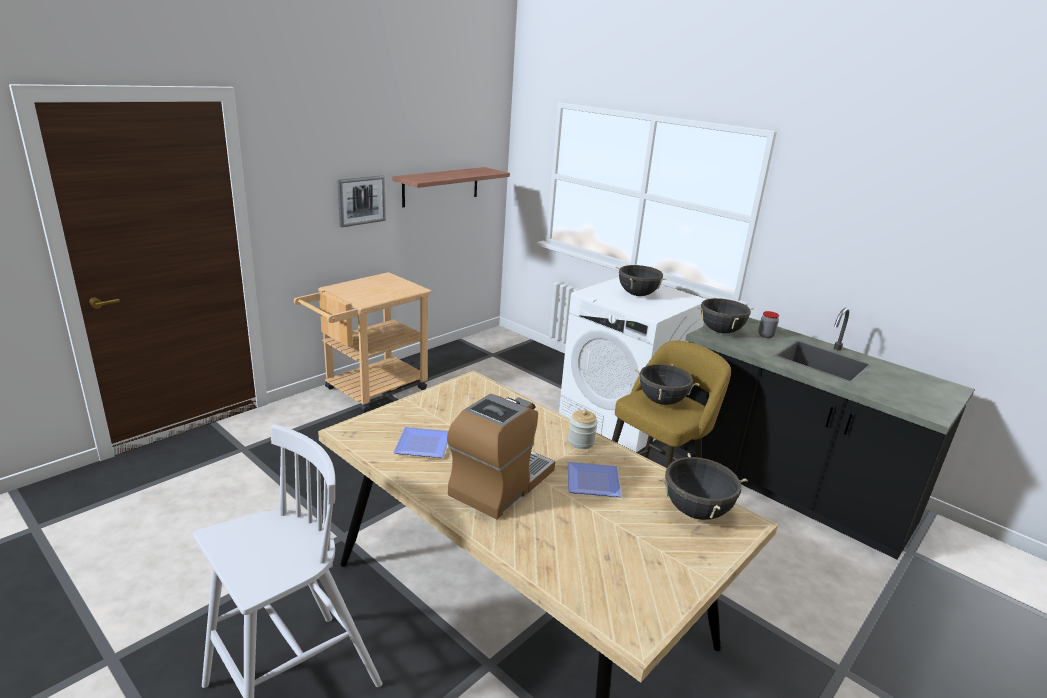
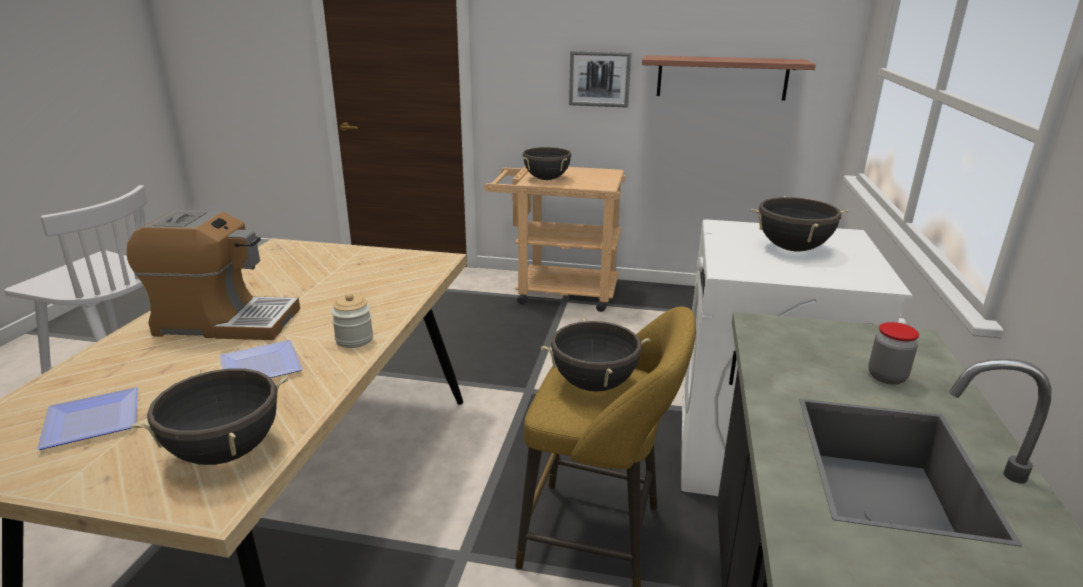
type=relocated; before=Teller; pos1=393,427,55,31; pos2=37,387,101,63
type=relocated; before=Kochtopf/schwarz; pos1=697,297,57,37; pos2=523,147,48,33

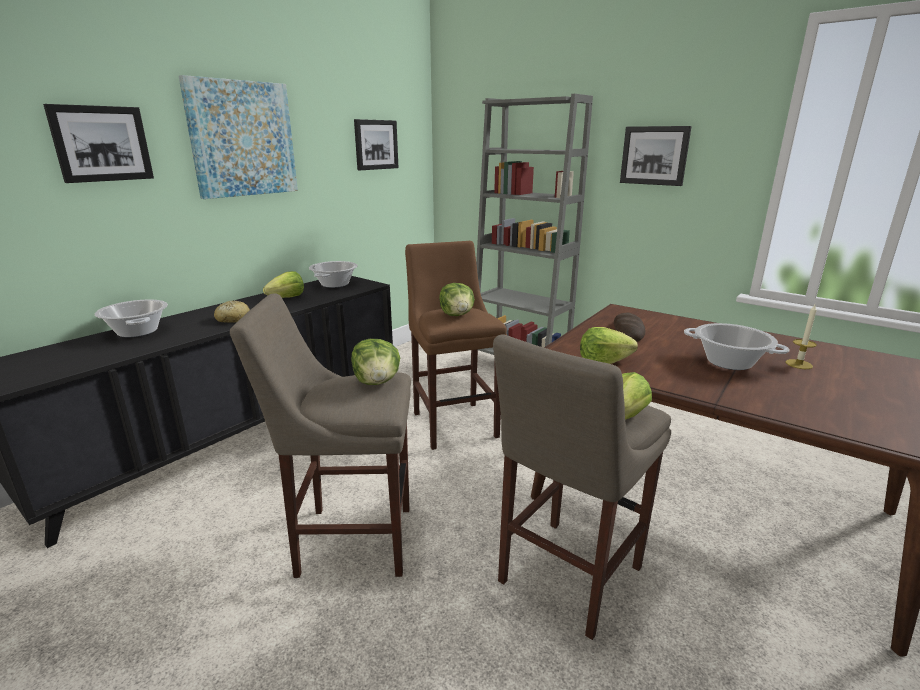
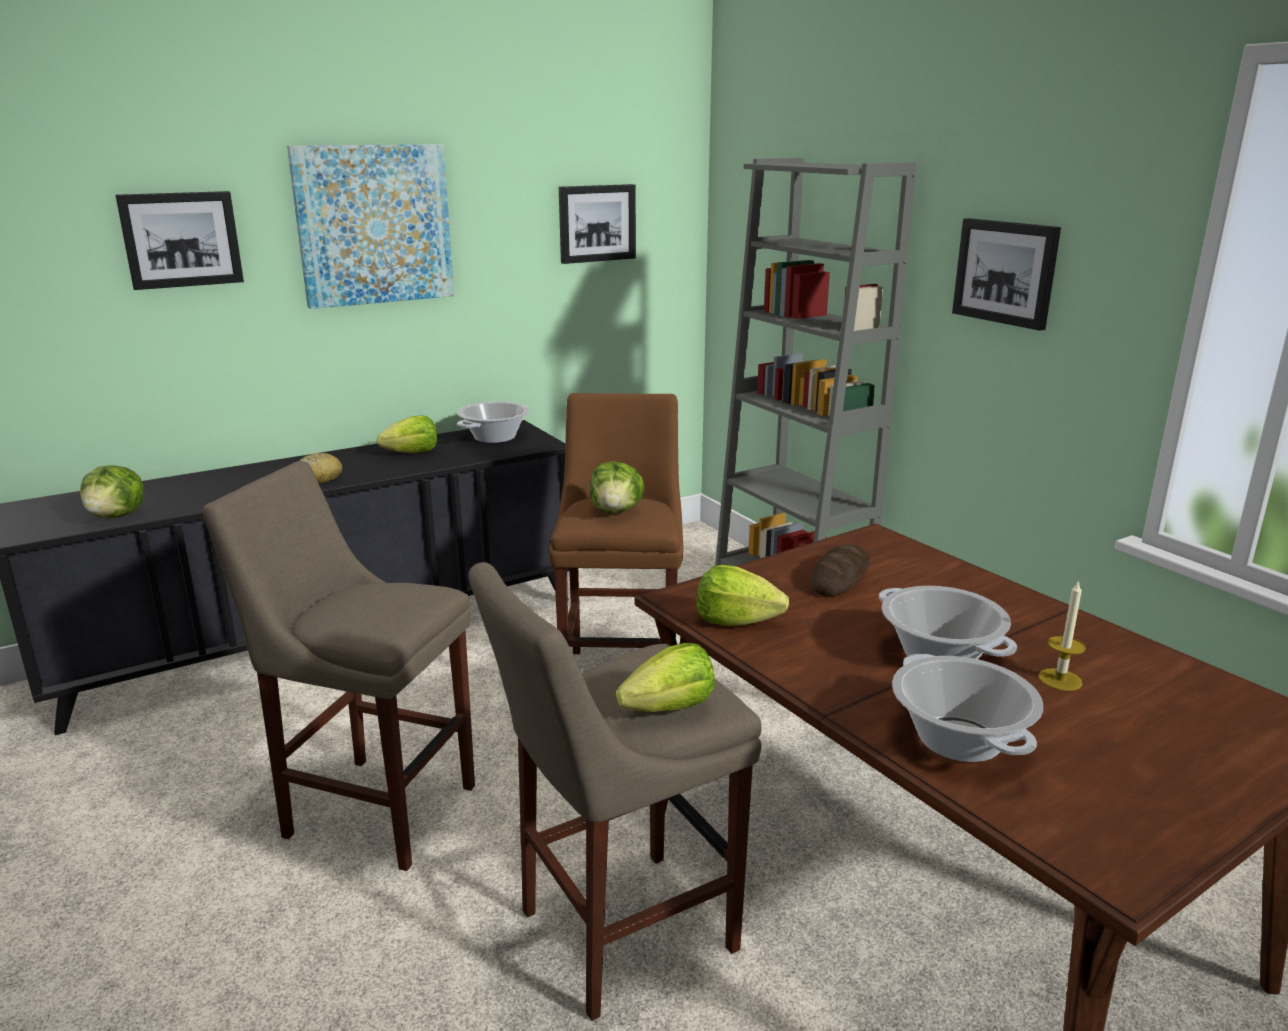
type=relocated; before=Kochtopf; pos1=95,300,73,37; pos2=892,654,151,108
type=relocated; before=Salatkopf; pos1=351,339,49,46; pos2=80,465,63,53

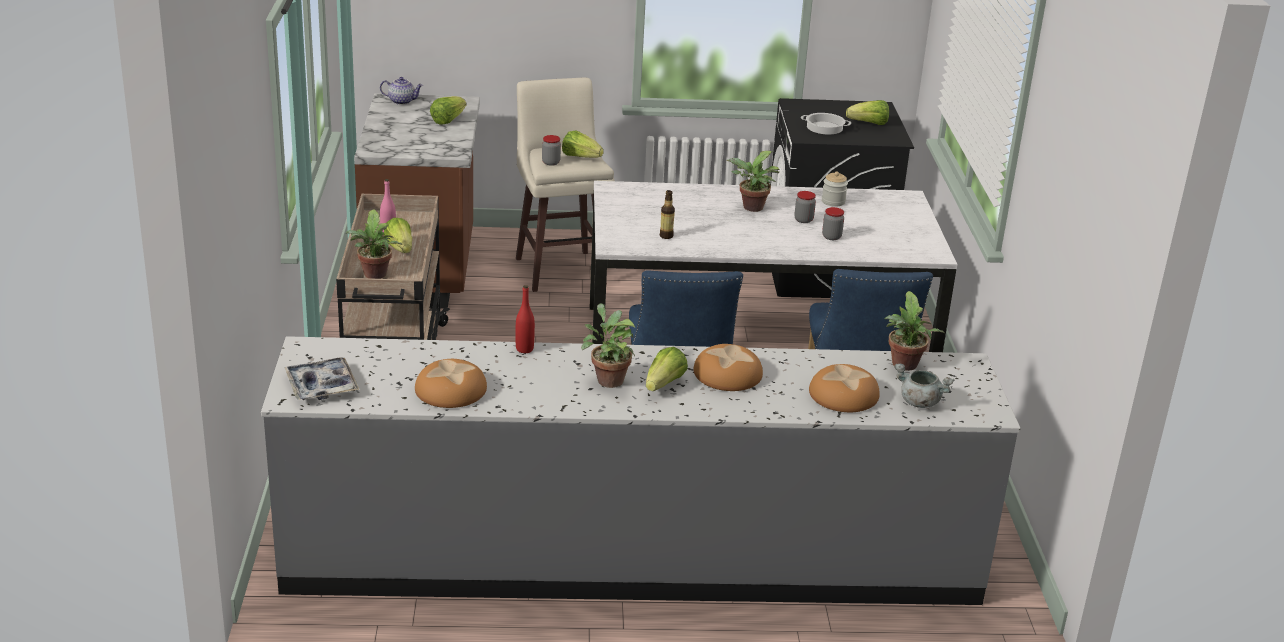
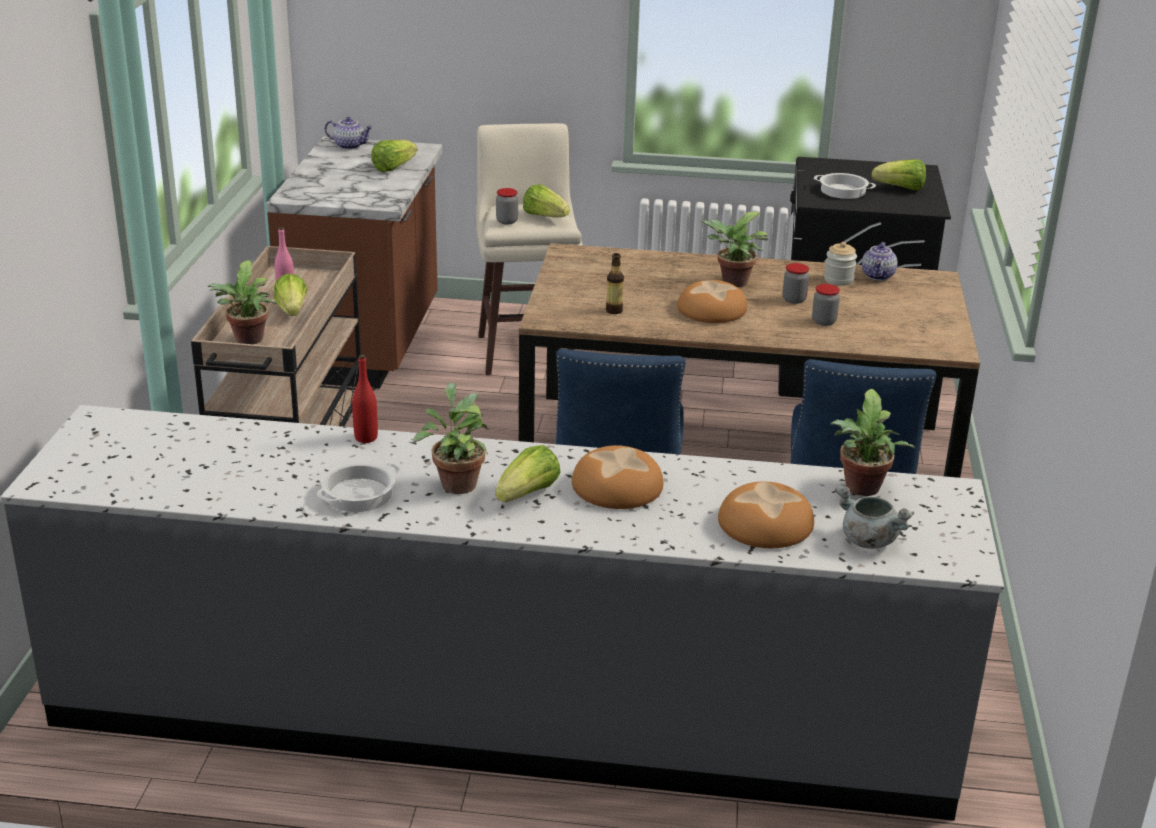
type=missing; before=Tablett; pos1=284,357,76,43
type=relocated; before=Brot; pos1=415,359,72,49; pos2=677,280,70,43
type=colour; before=Esstisch/weiß; after=Esstisch/braun; pos1=590,181,368,171; pos2=519,243,461,235
type=appeared; after=Kochtopf; pos2=317,463,83,49
type=appeared; after=Teekanne; pos2=862,242,36,39

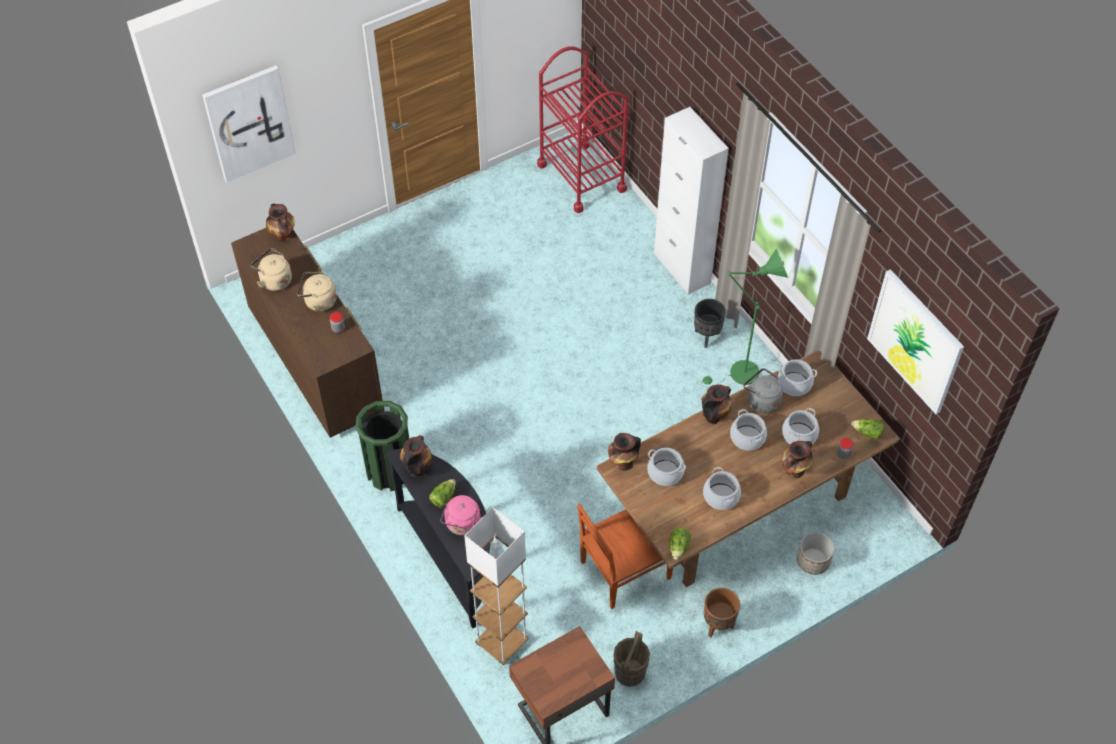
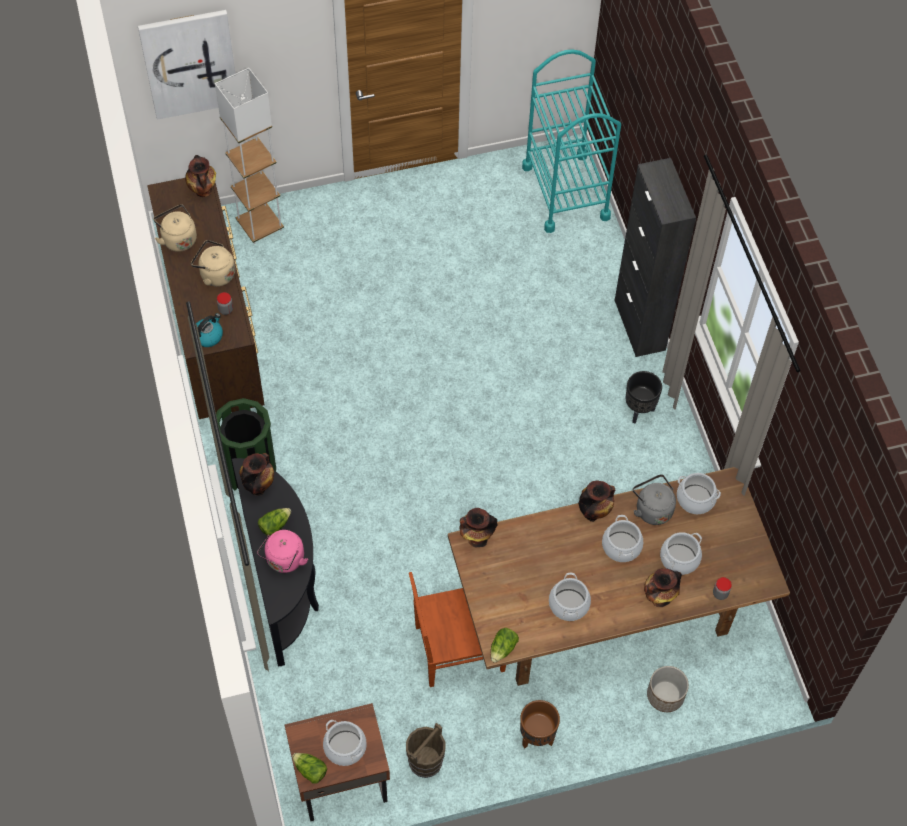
type=relocated; before=Stehlampe/weiß; pos1=464,508,65,157; pos2=215,68,69,176
type=colour; before=Rollwagen/rot; after=Rollwagen/türkis; pos1=537,46,91,167; pos2=522,49,99,184
type=relocated; before=Kochtopf; pos1=648,448,38,38; pos2=323,720,44,46
type=colour; before=Schrank/weiß; after=Schrank/schwarz; pos1=654,107,75,187; pos2=615,158,81,199
type=missing; before=Stehlampe/grün; pos1=701,249,87,138
type=relocated; before=Salatkopf; pos1=852,419,32,21; pos2=292,753,35,30
type=missing; before=Bild; pos1=867,269,97,145
type=appeared; after=Wasserkessel; pos2=196,313,27,34

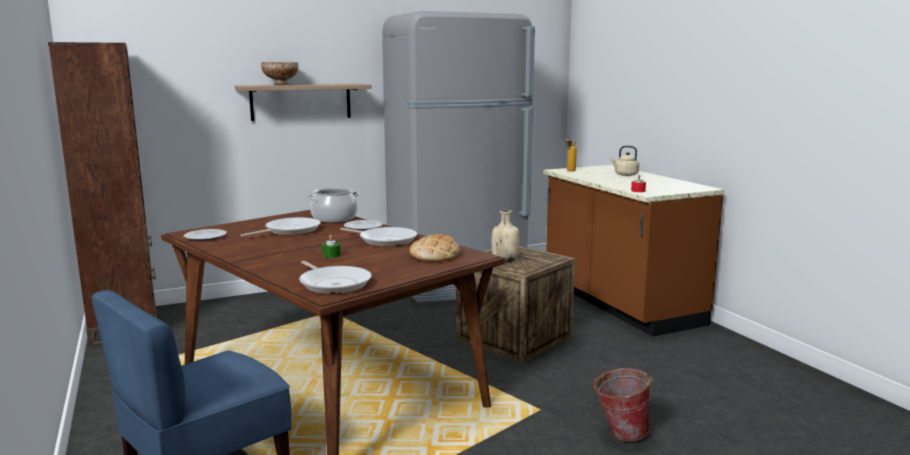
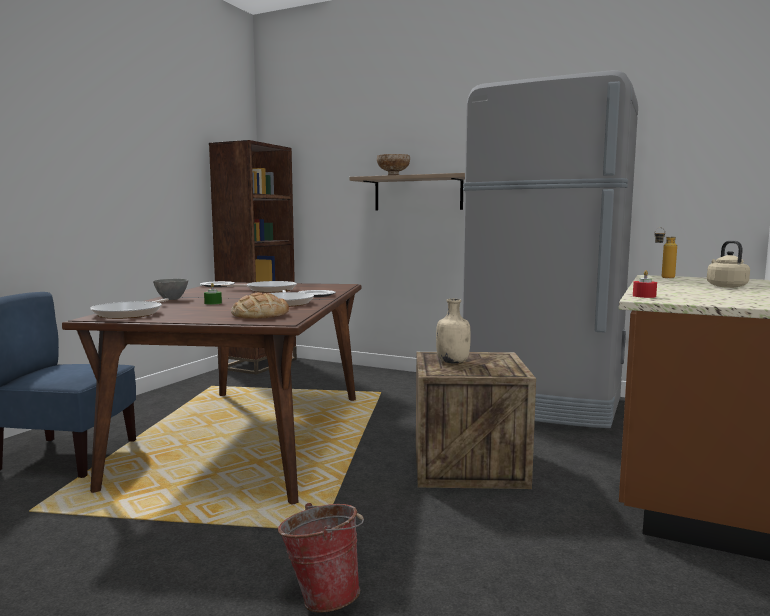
type=missing; before=Kochtopf; pos1=307,187,53,36
type=appeared; after=Schüssel/grau; pos2=153,279,35,21

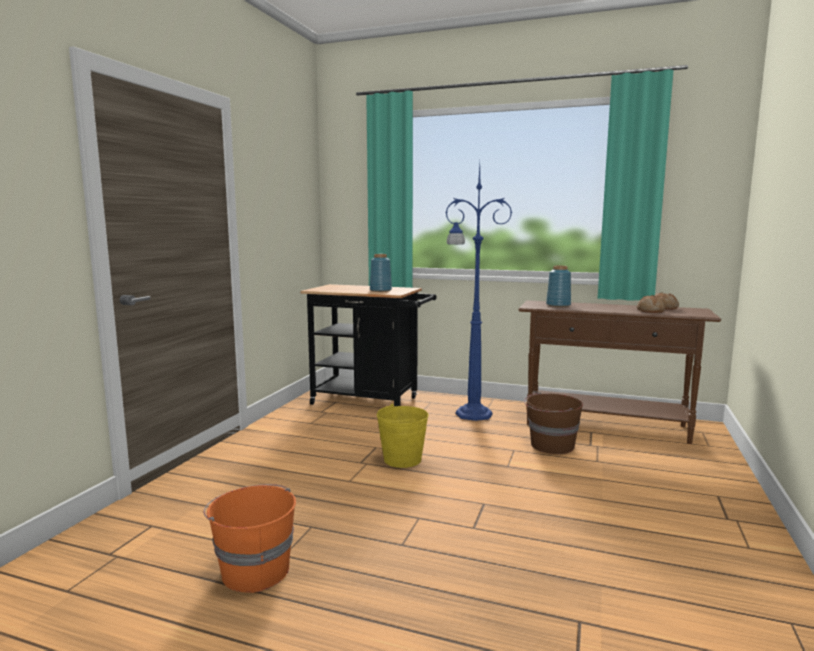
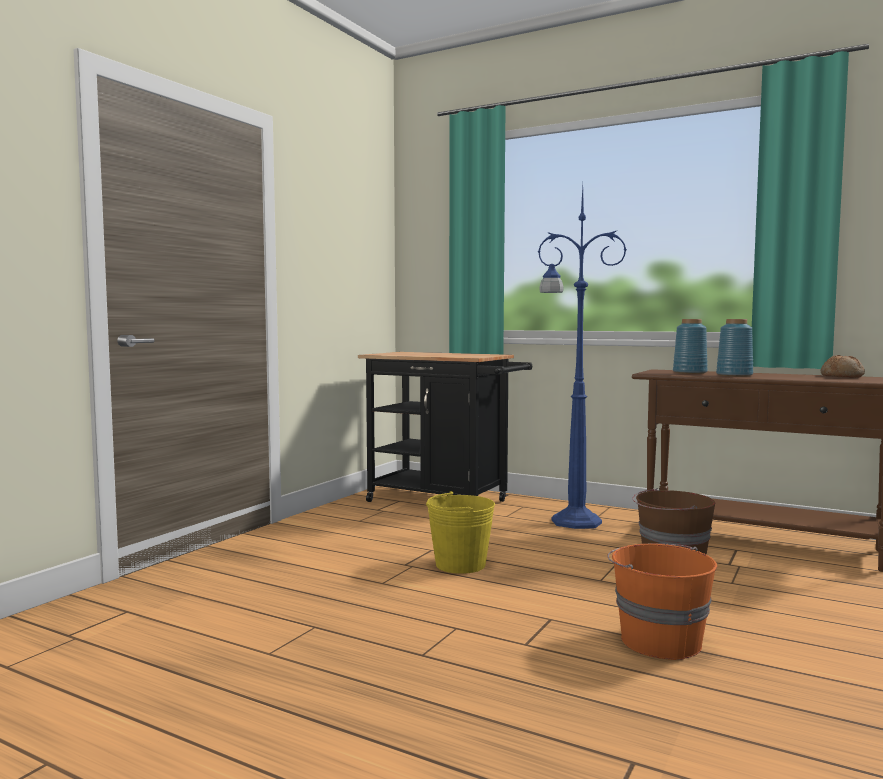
type=relocated; before=Eimer/orange; pos1=204,484,92,109; pos2=607,543,110,117
type=relocated; before=Vase/blau; pos1=370,254,22,38; pos2=716,319,37,58
type=missing; before=Brot; pos1=637,295,28,18

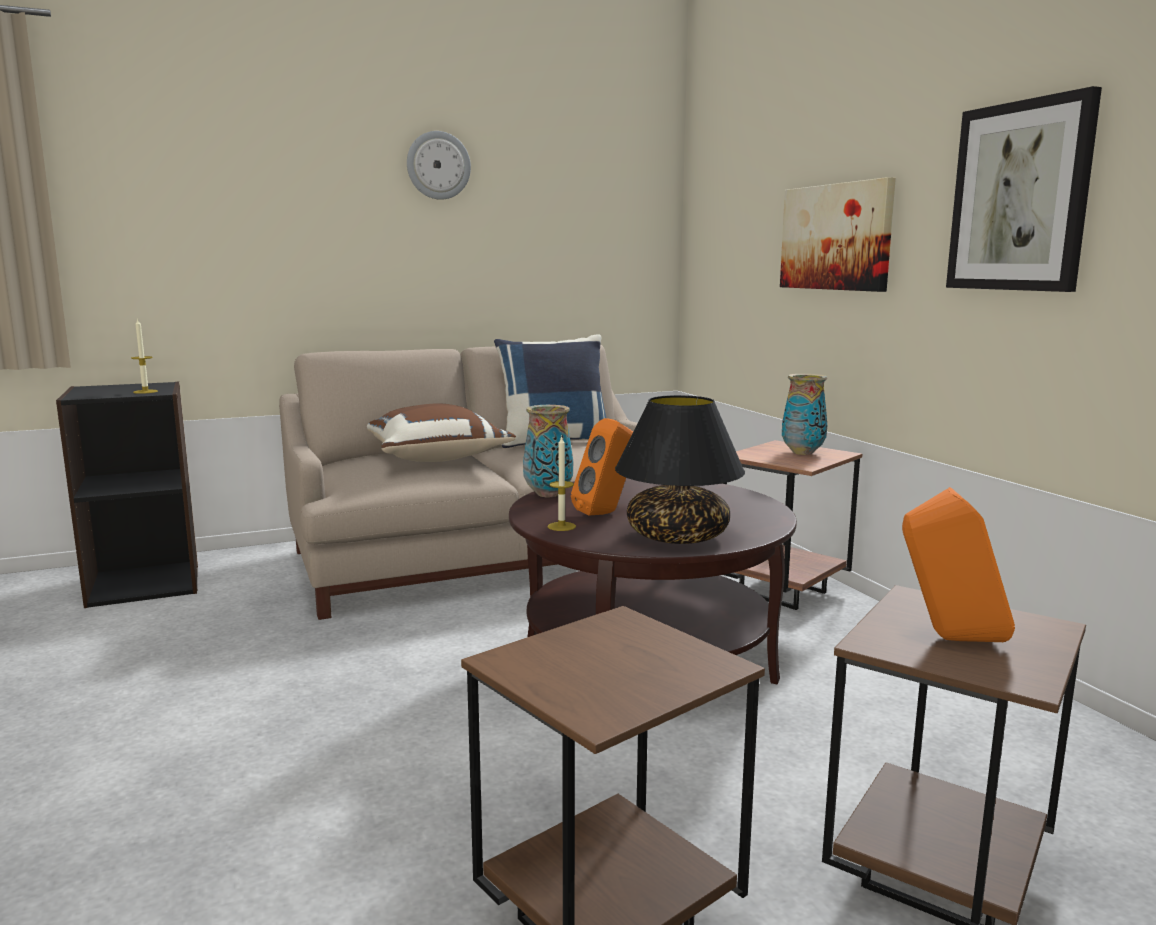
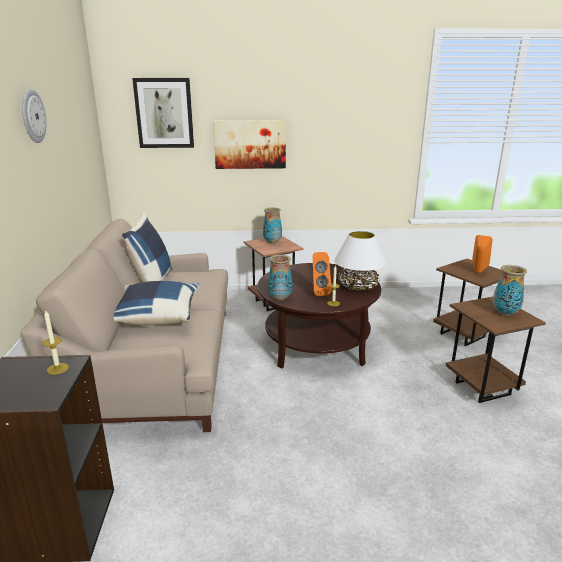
type=colour; before=Kissen/braun; after=Kissen/blau; pos1=367,403,149,59; pos2=114,281,85,44
type=colour; before=Tischlampe/schwarz; after=Tischlampe/weiß; pos1=615,395,130,149; pos2=334,231,52,60
type=relocated; before=Bild; pos1=946,86,156,206; pos2=132,78,62,70
type=appeared; after=Vase; pos2=493,265,34,51

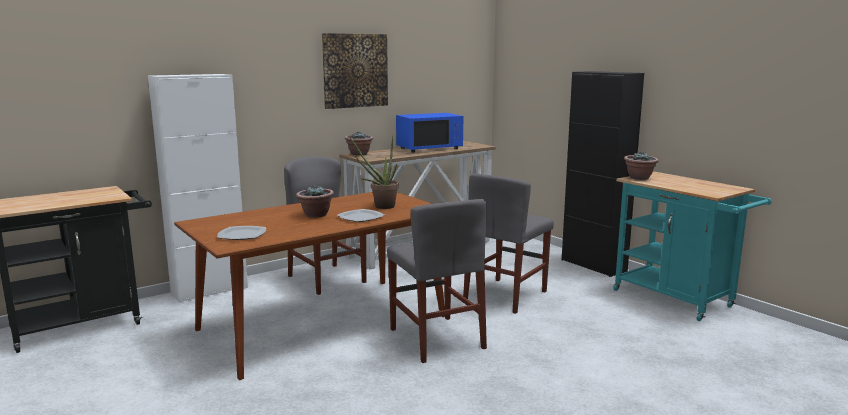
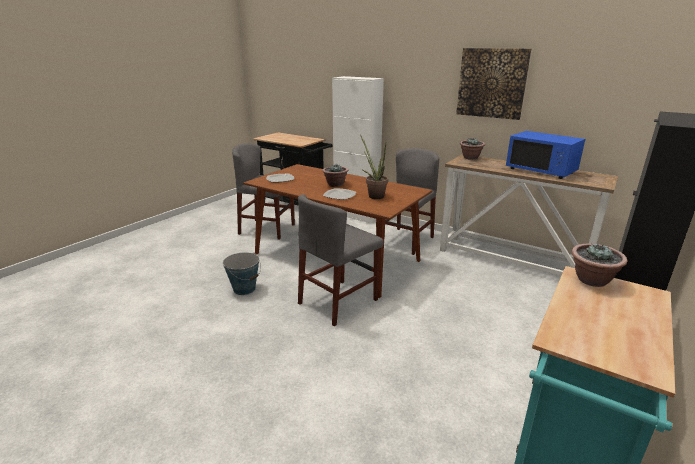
type=relocated; before=Stuhl/grau; pos1=463,174,91,140; pos2=232,143,63,97
type=appeared; after=Eimer; pos2=223,252,38,43

